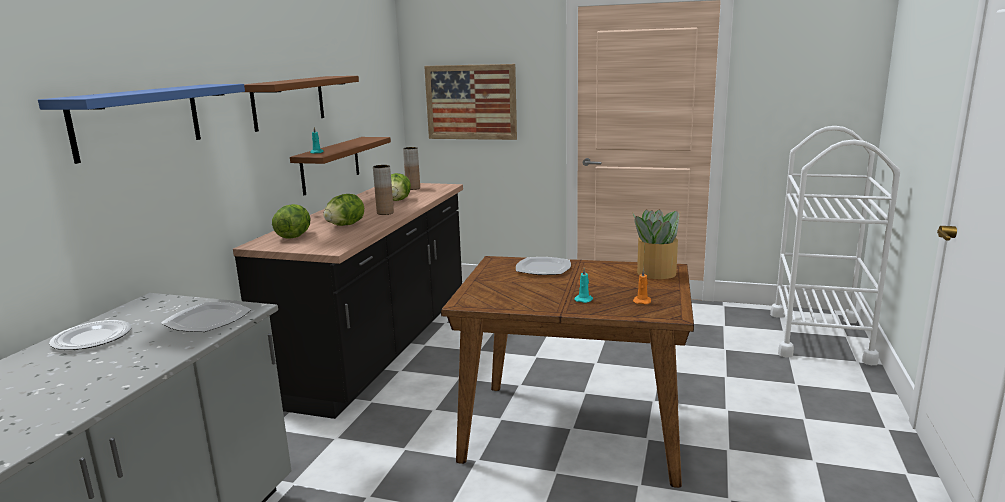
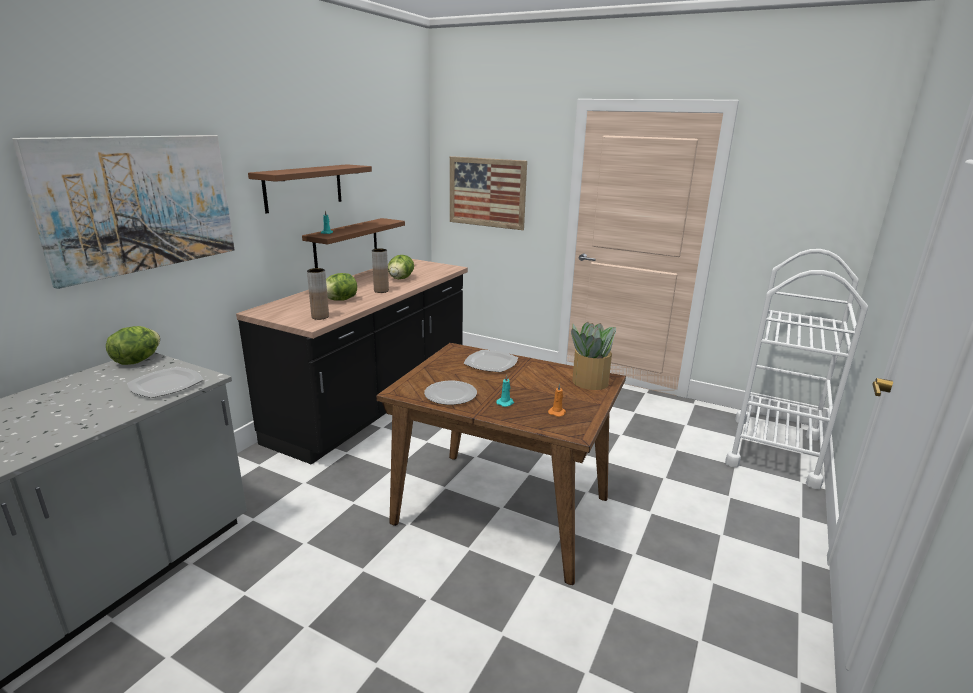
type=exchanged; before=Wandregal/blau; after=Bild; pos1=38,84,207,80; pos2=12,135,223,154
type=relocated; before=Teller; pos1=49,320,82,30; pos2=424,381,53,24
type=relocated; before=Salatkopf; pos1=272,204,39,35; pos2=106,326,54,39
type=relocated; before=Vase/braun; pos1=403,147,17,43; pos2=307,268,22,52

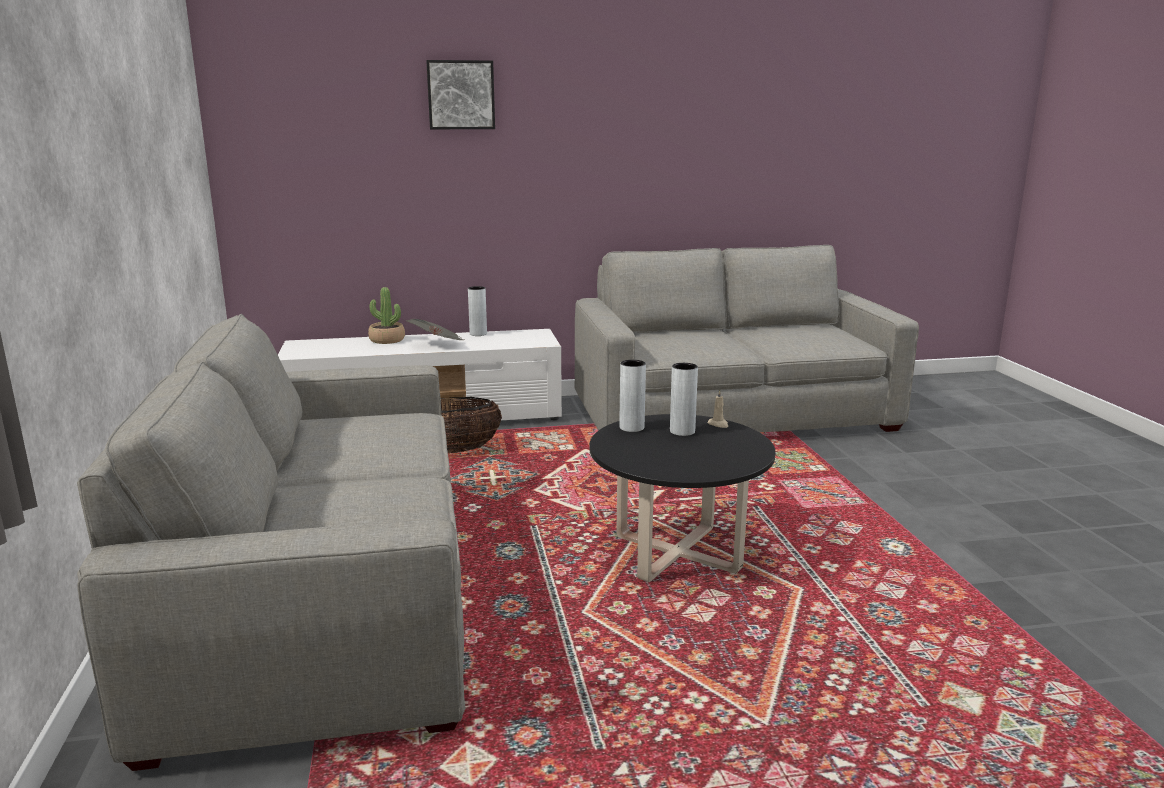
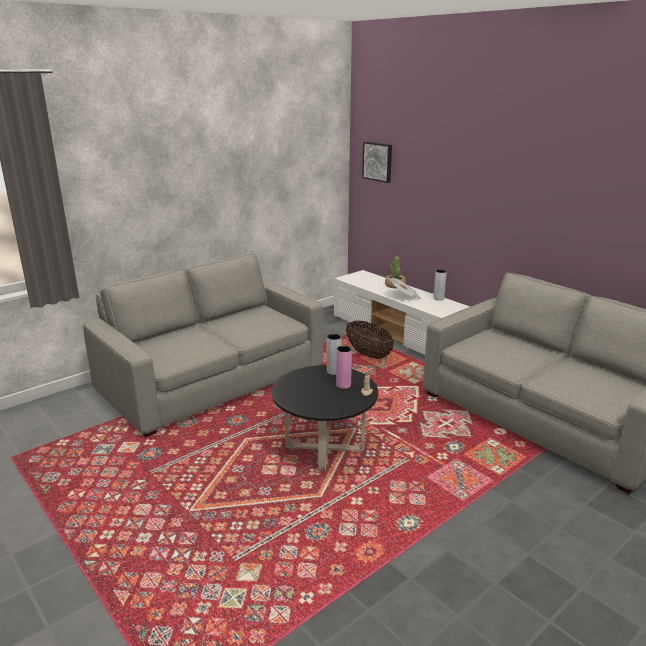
type=relocated; before=Bild; pos1=426,60,69,69; pos2=362,142,30,41
type=colour; before=Vase/grau; after=Vase/rosa; pos1=670,363,28,73; pos2=336,346,16,43

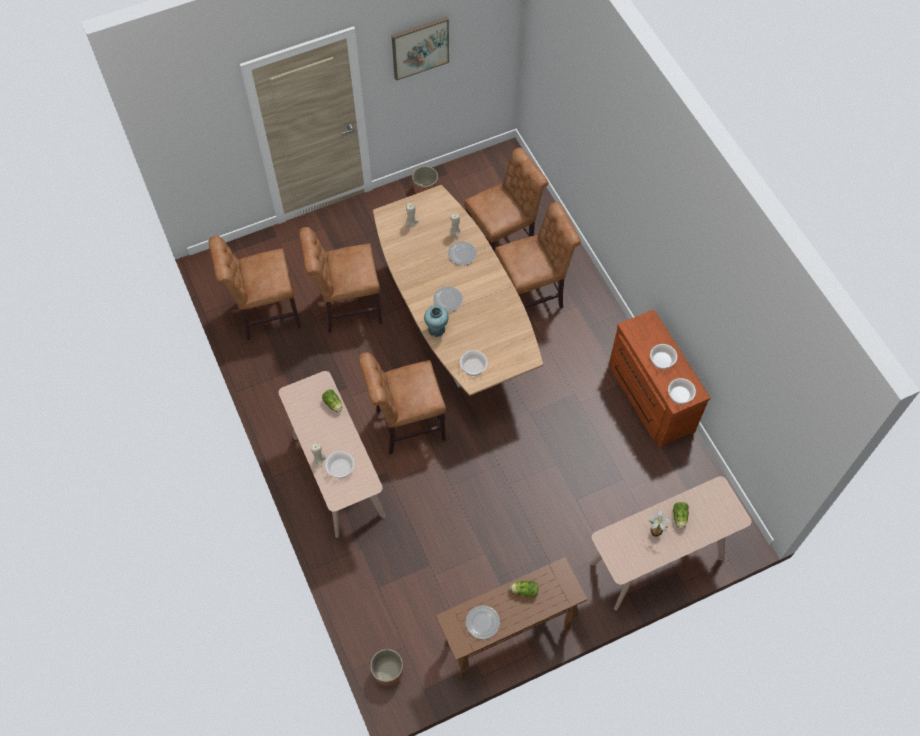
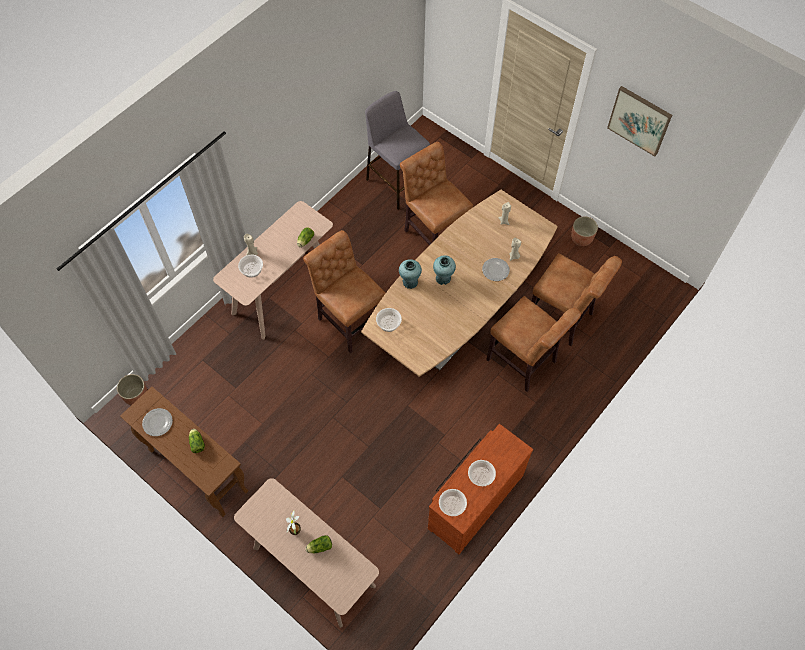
type=exchanged; before=Stuhl/braun; after=Hocker/grau; pos1=209,235,92,105; pos2=365,91,65,119
type=exchanged; before=Teller; after=Vase/türkis; pos1=433,287,30,25; pos2=433,255,23,30

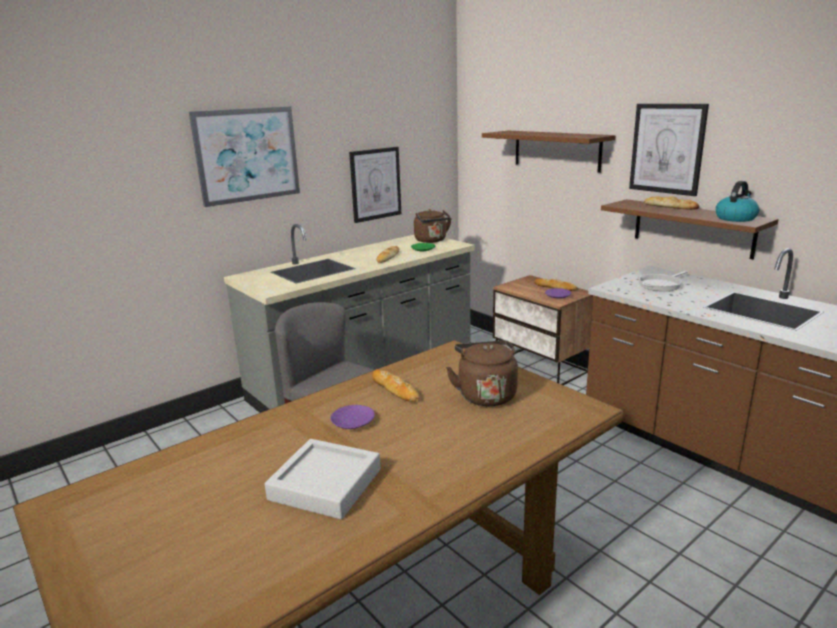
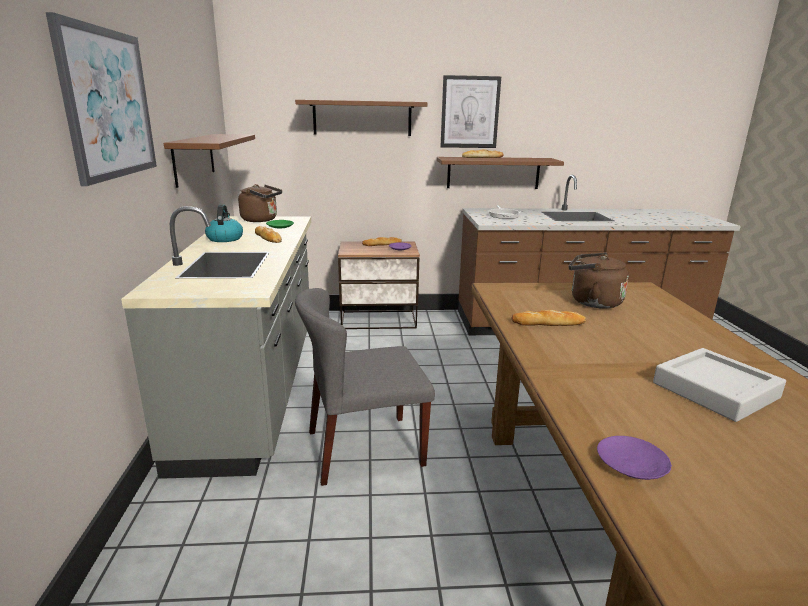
type=relocated; before=Teller/lila; pos1=331,405,44,24; pos2=597,436,75,44
type=exchanged; before=Bild; after=Wandregal/braun; pos1=349,147,52,76; pos2=164,134,91,54
type=relocated; before=Wasserkessel; pos1=715,181,44,41; pos2=205,204,38,38

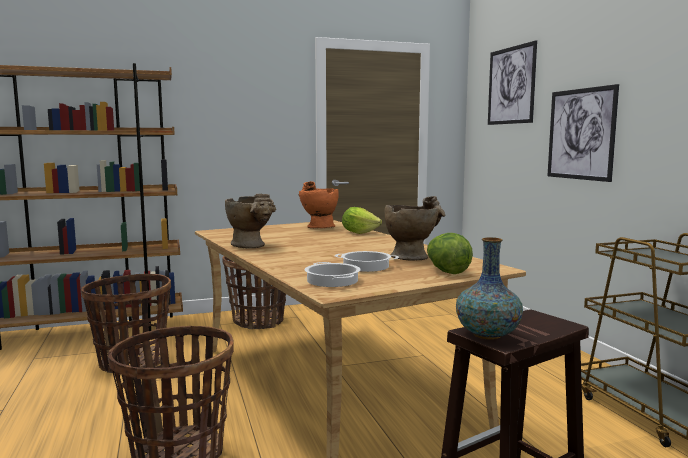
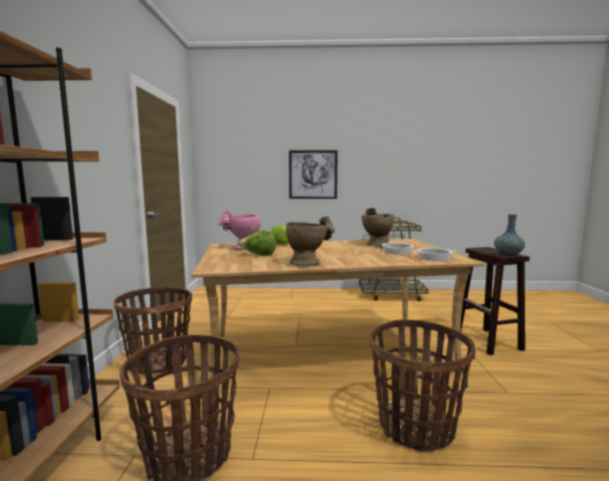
type=colour; before=Vase/orange; after=Vase/rosa; pos1=299,181,40,47; pos2=218,211,43,39
type=relocated; before=Salatkopf; pos1=427,233,46,41; pos2=238,230,38,26
type=missing; before=Bild; pos1=488,40,49,85

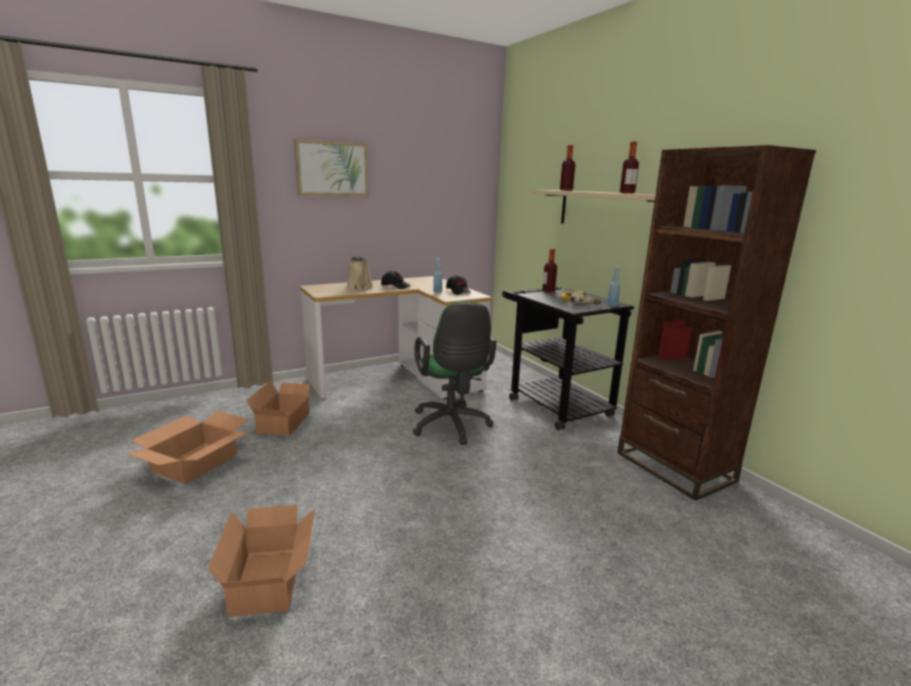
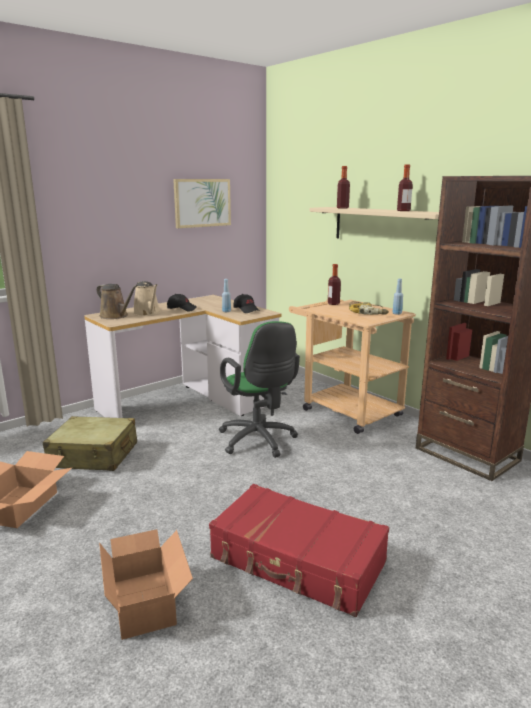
type=exchanged; before=Karton; after=Koffer/beige; pos1=246,381,72,55; pos2=43,416,94,55
type=relocated; before=Bild; pos1=294,139,74,57; pos2=173,179,58,49
type=colour; before=Rollwagen/schwarz; after=Rollwagen/beige; pos1=502,287,132,143; pos2=289,299,127,135
type=appeared; after=Gießkanne/braun; pos2=96,284,42,35
type=appeared; after=Koffer/rot; pos2=209,484,180,133

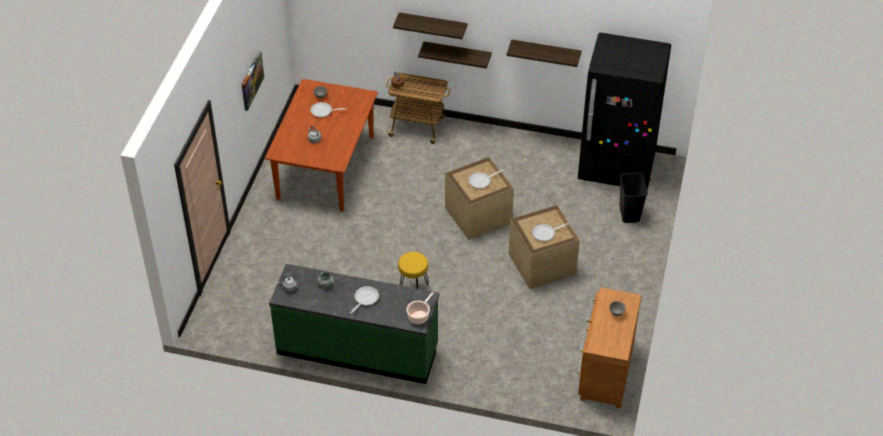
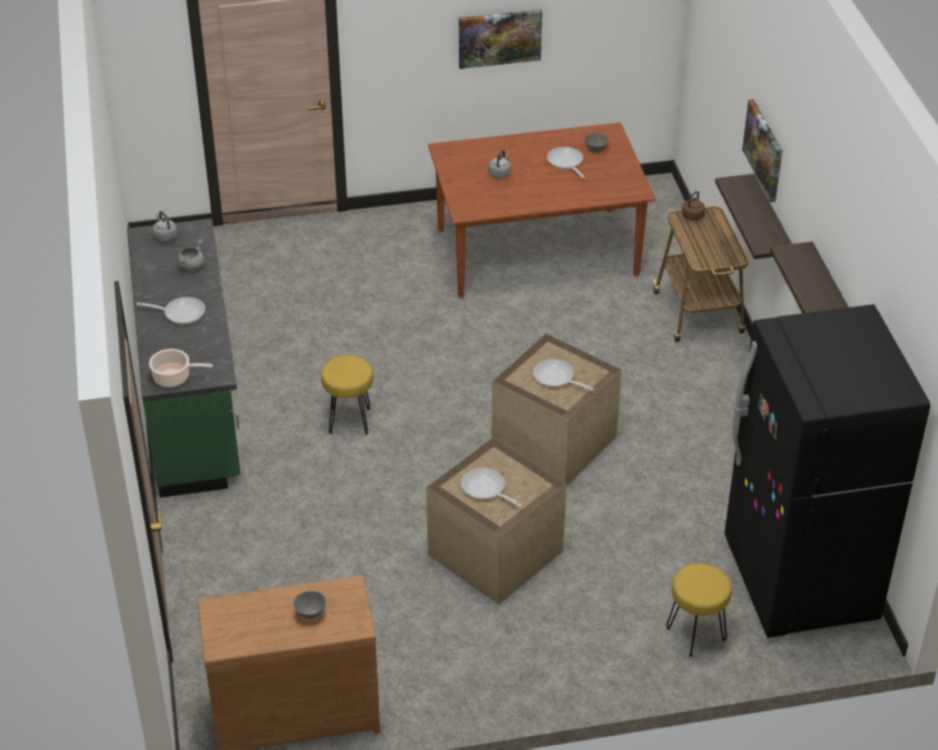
type=exchanged; before=Wandregal; after=Bild; pos1=393,12,75,27; pos2=742,99,40,103
type=exchanged; before=Mülleimer/schwarz; after=Hocker/gelb; pos1=620,172,28,51; pos2=666,564,66,93

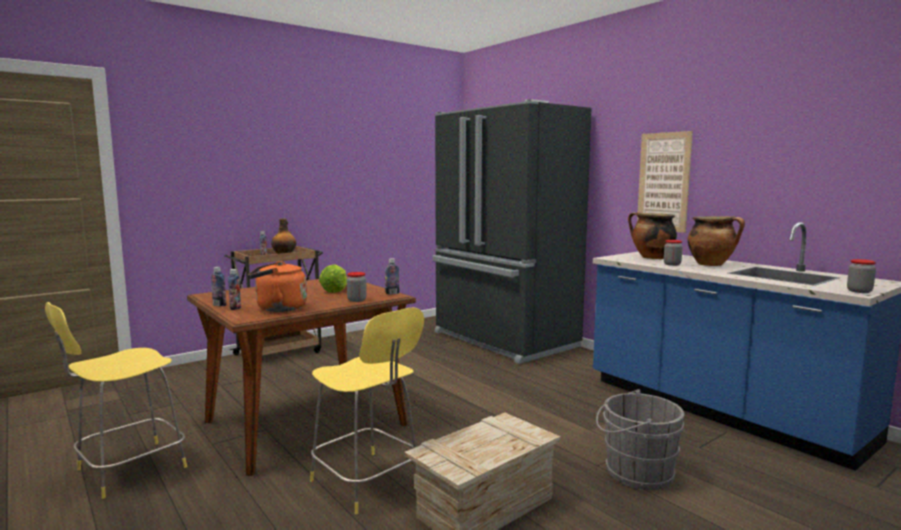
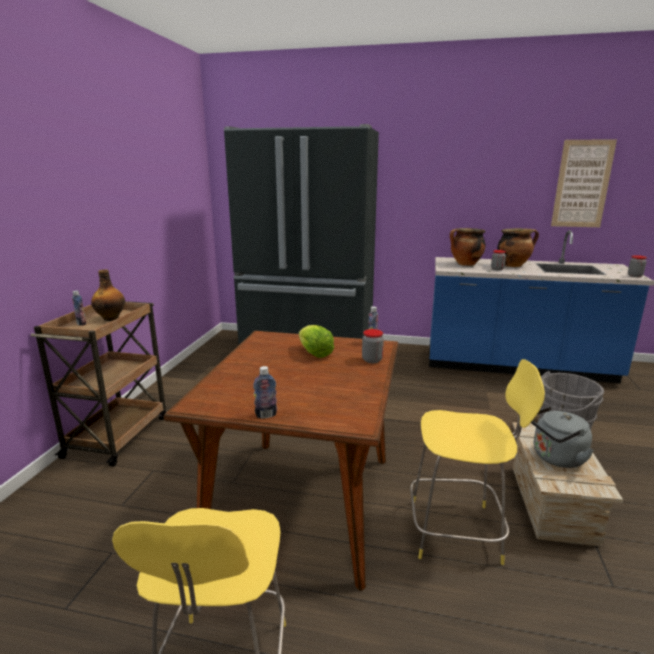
type=missing; before=Flasche; pos1=228,269,13,41
type=missing; before=Wasserkessel/orange; pos1=248,261,59,51
type=relocated; before=Bild; pos1=637,131,56,102; pos2=551,139,66,88
type=appeared; after=Wasserkessel/grau; pos2=531,407,63,61

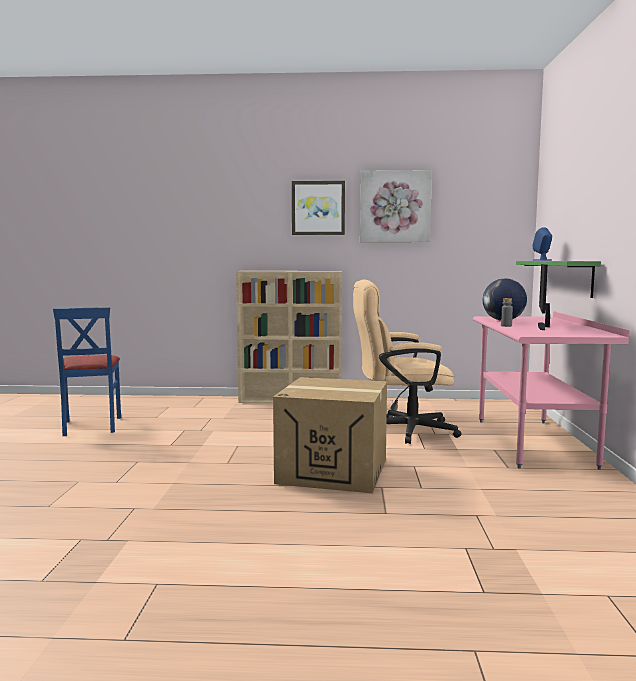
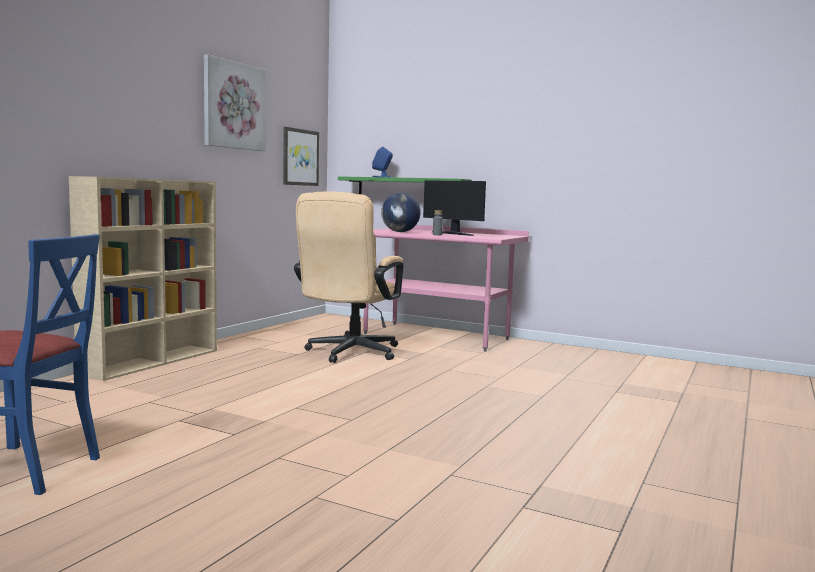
type=missing; before=Karton; pos1=273,377,114,116
type=relocated; before=Bild; pos1=292,181,53,54; pos2=283,127,36,59

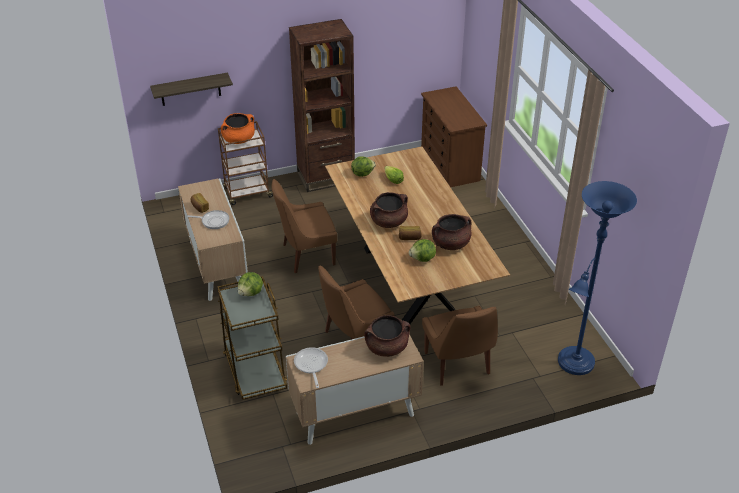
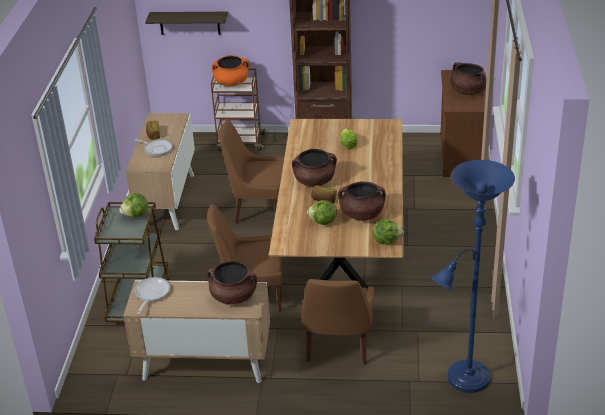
type=relocated; before=Salatkopf; pos1=351,156,25,21; pos2=372,219,32,26
type=appeared; after=Kochtopf/braun; pos2=450,62,37,33

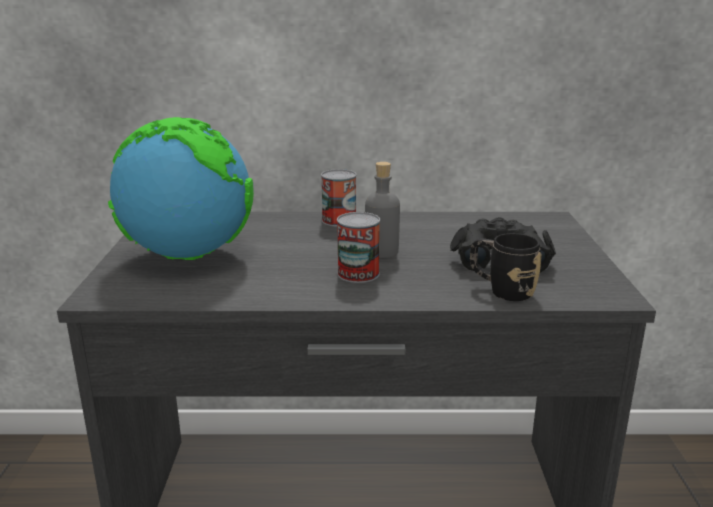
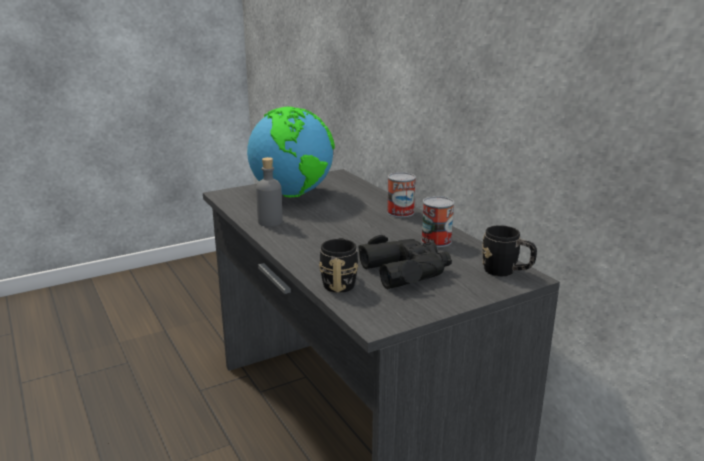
type=relocated; before=Dose; pos1=337,212,43,71; pos2=421,196,33,51
type=relocated; before=Flasche/grau; pos1=365,162,35,96; pos2=256,157,26,70
type=appeared; after=Henkelbecher/schwarz; pos2=482,225,55,51

